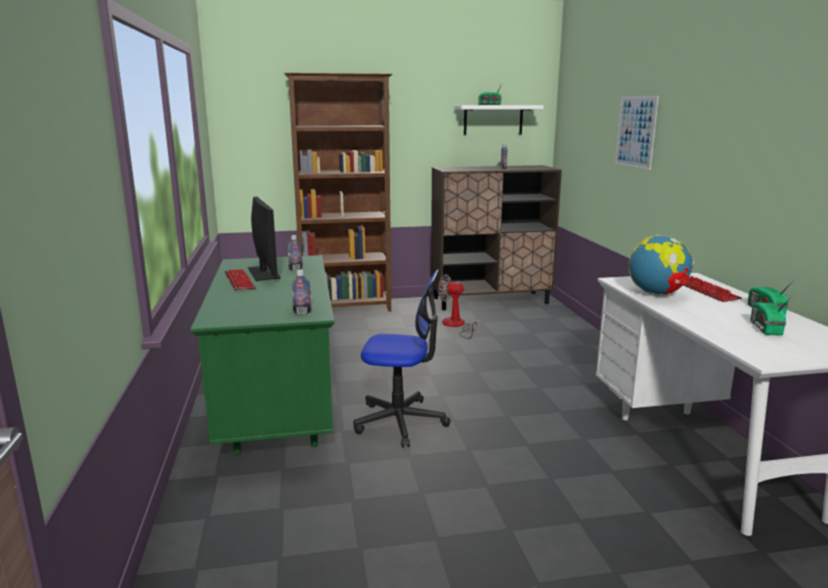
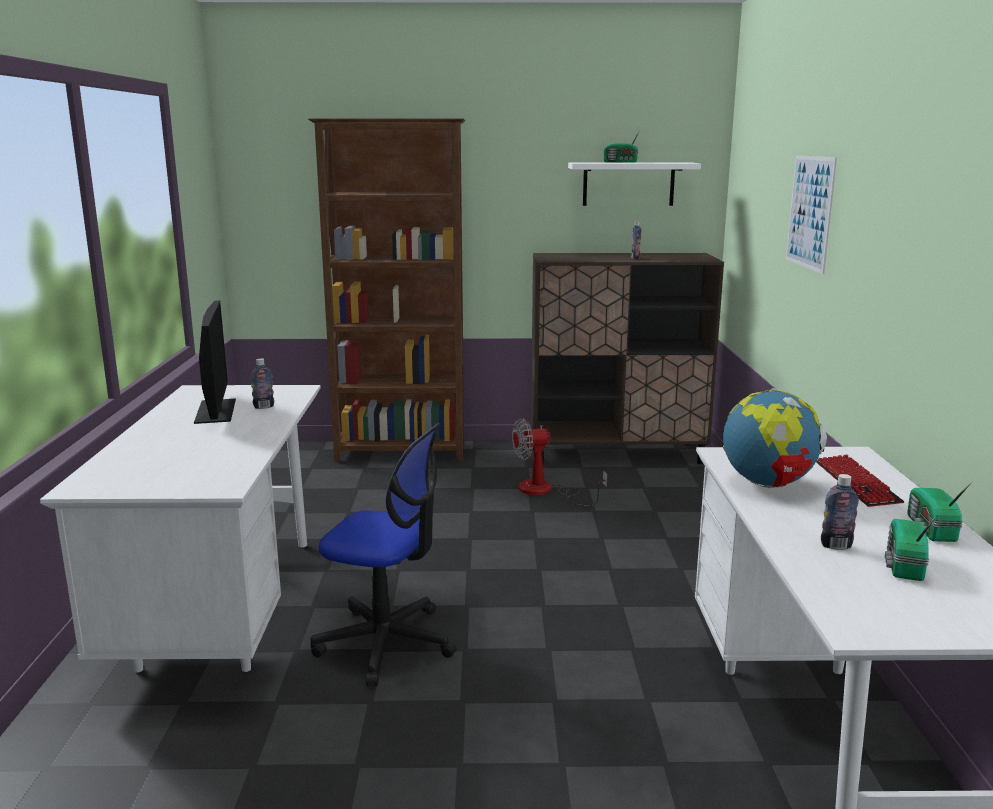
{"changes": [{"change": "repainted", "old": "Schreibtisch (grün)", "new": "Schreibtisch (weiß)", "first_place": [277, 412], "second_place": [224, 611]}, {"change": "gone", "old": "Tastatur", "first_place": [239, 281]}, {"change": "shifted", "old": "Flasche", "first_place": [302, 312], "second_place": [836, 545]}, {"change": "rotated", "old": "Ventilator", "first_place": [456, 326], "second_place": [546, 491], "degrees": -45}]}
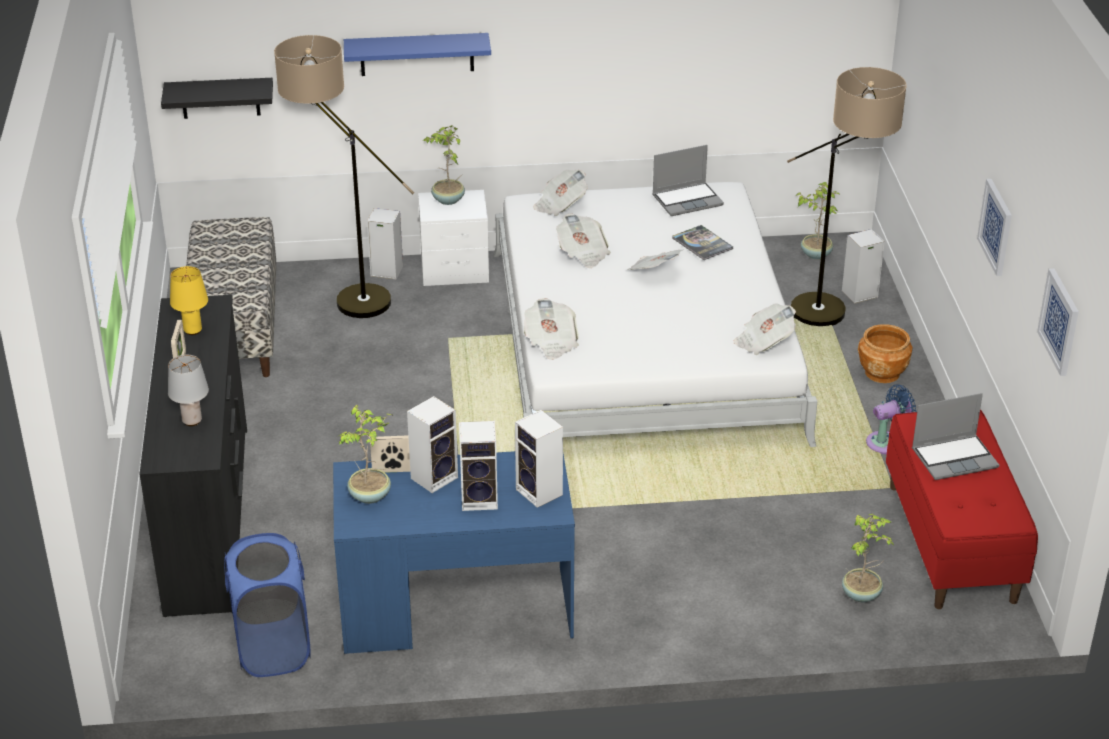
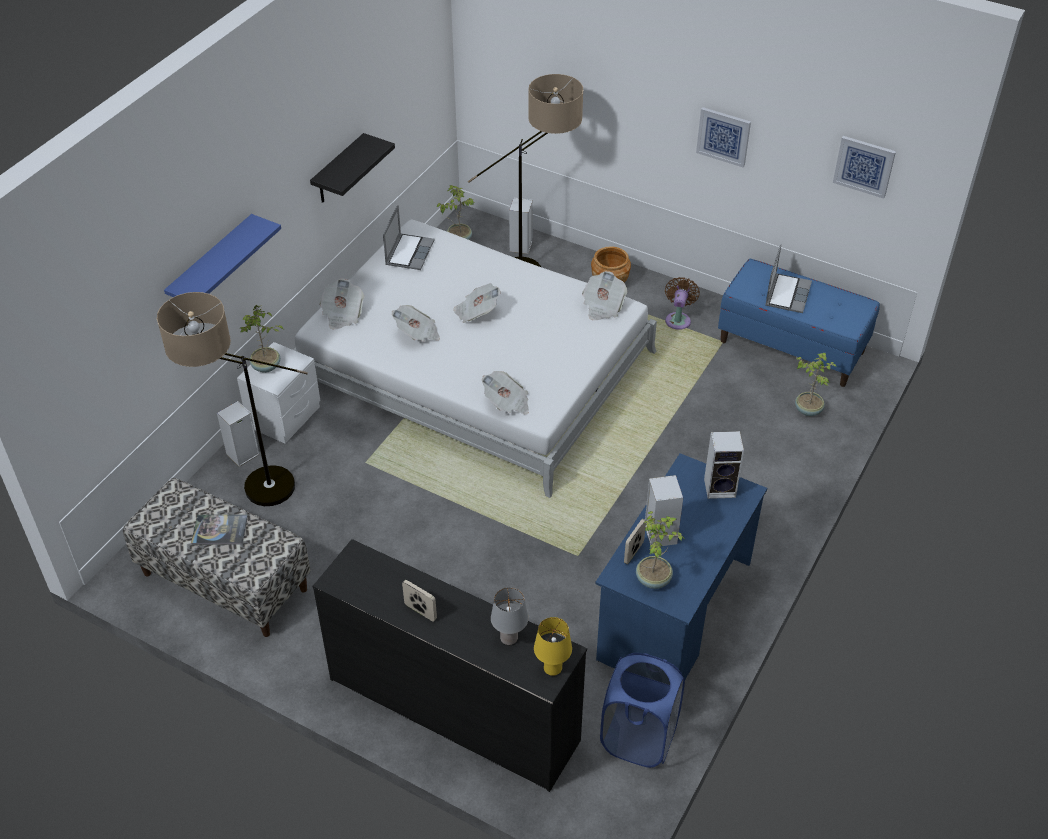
{"changes": [{"change": "shifted", "old": "Wandregal (schwarz)", "first_place": [220, 98], "second_place": [338, 170]}, {"change": "shifted", "old": "Buch", "first_place": [702, 243], "second_place": [220, 530]}, {"change": "shifted", "old": "Tischlampe (gelb)", "first_place": [192, 330], "second_place": [552, 669]}, {"change": "repainted", "old": "Ventilator (blau)", "new": "Ventilator (braun)", "first_place": [887, 442], "second_place": [678, 319]}, {"change": "repainted", "old": "Bank (rot)", "new": "Bank (blau)", "first_place": [952, 542], "second_place": [792, 347]}, {"change": "gone", "old": "Lautsprecher", "first_place": [481, 499]}]}
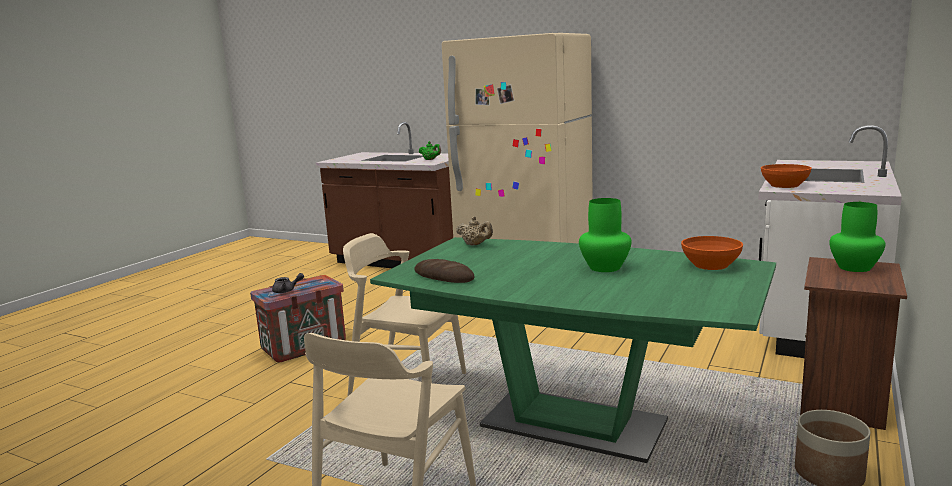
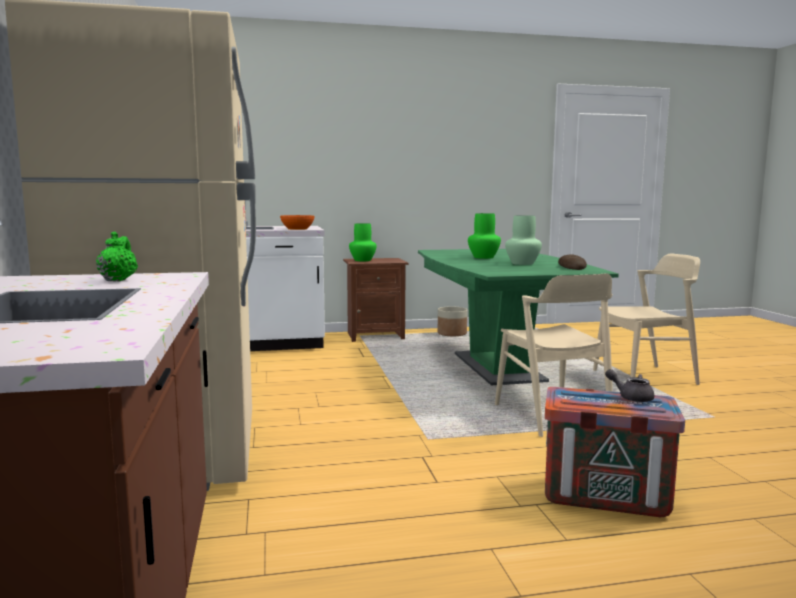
{"changes": [{"change": "gone", "old": "Teekanne (beige)", "first_place": [475, 244]}, {"change": "gone", "old": "Schüssel (orange)", "first_place": [710, 265]}, {"change": "new", "new": "Vase (grün)", "second_place": [522, 263]}]}
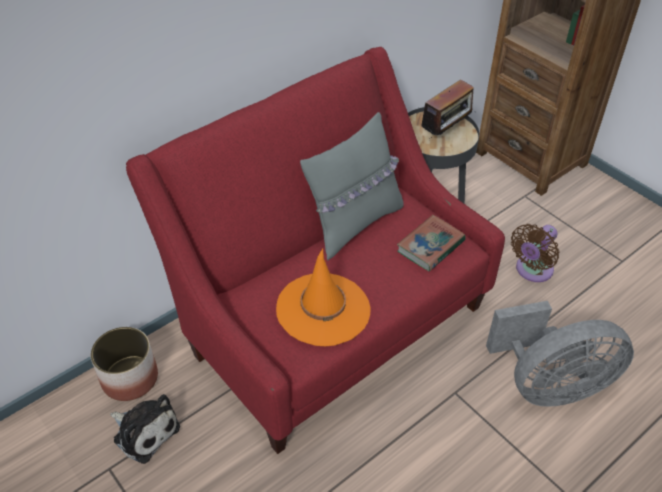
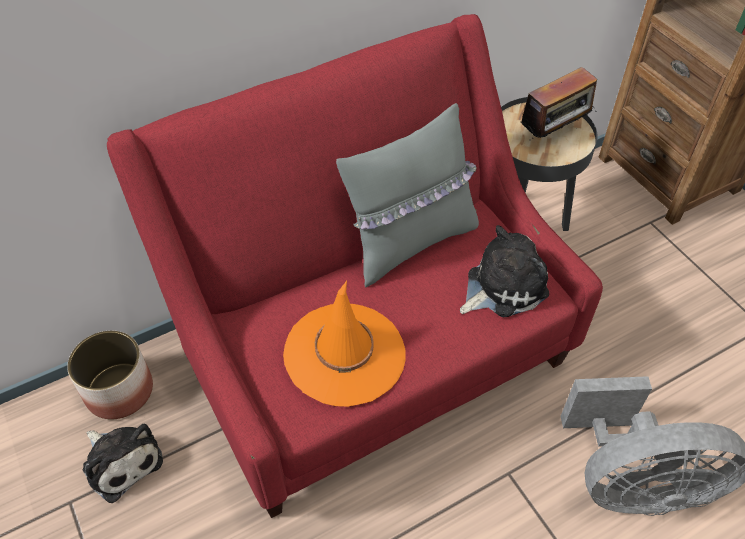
{"changes": [{"change": "swapped", "old": "Buch", "new": "Plüschtier", "first_place": [430, 246], "second_place": [502, 286]}, {"change": "gone", "old": "Ventilator (braun)", "first_place": [532, 271]}]}
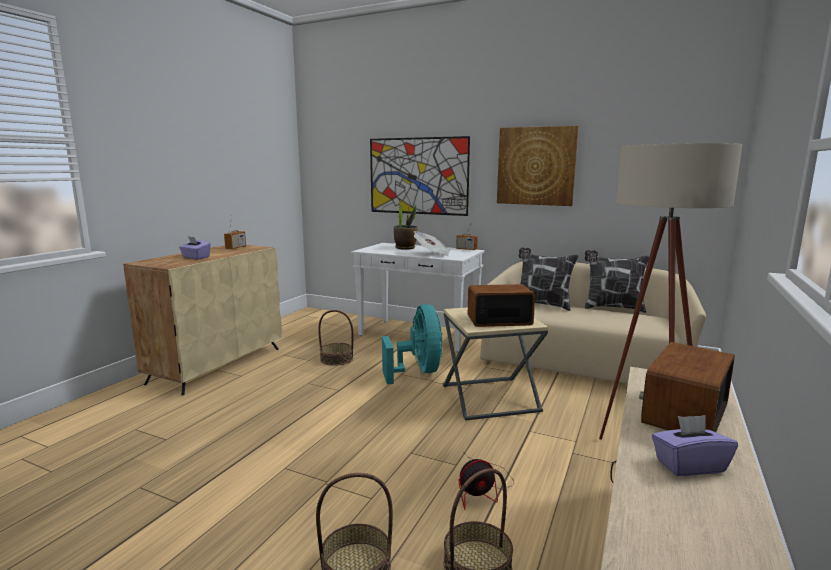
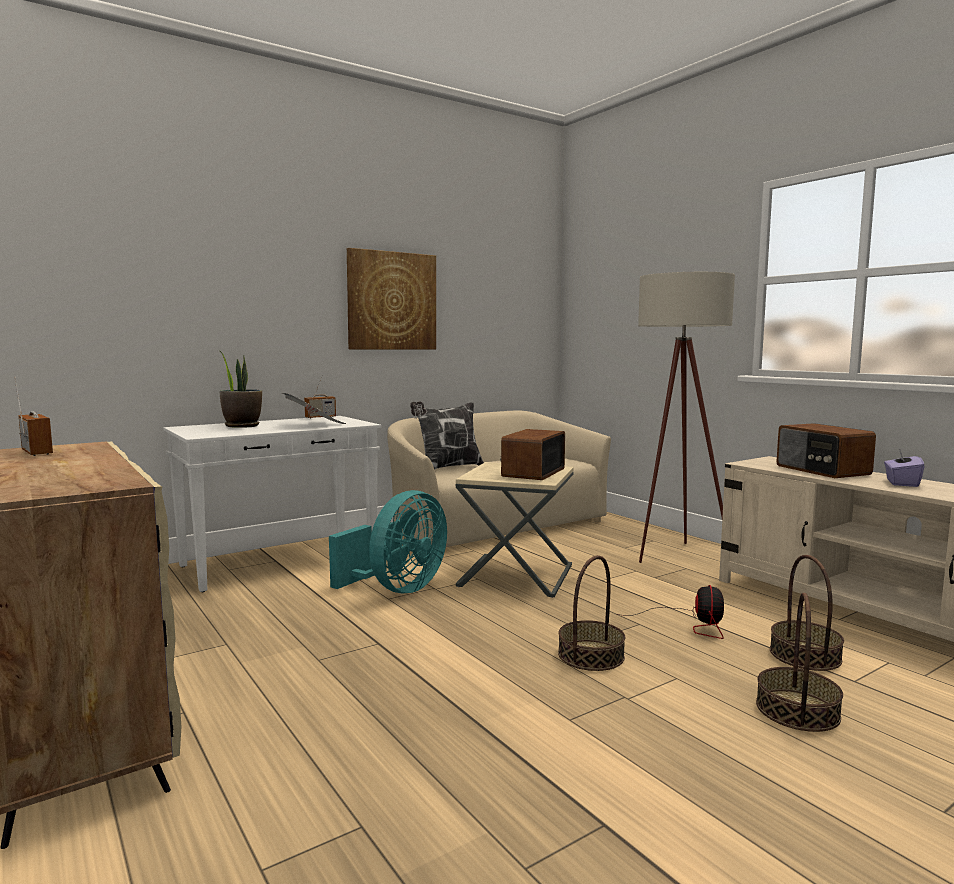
{"changes": [{"change": "gone", "old": "Bild", "first_place": [418, 176]}, {"change": "gone", "old": "Taschentuchbox (lila)", "first_place": [195, 257]}, {"change": "gone", "old": "Kissen", "first_place": [612, 308]}, {"change": "rotated", "old": "Ventilator (türkis)", "first_place": [418, 372], "second_place": [398, 589], "degrees": 105}, {"change": "shifted", "old": "Korb", "first_place": [337, 359], "second_place": [590, 655]}]}
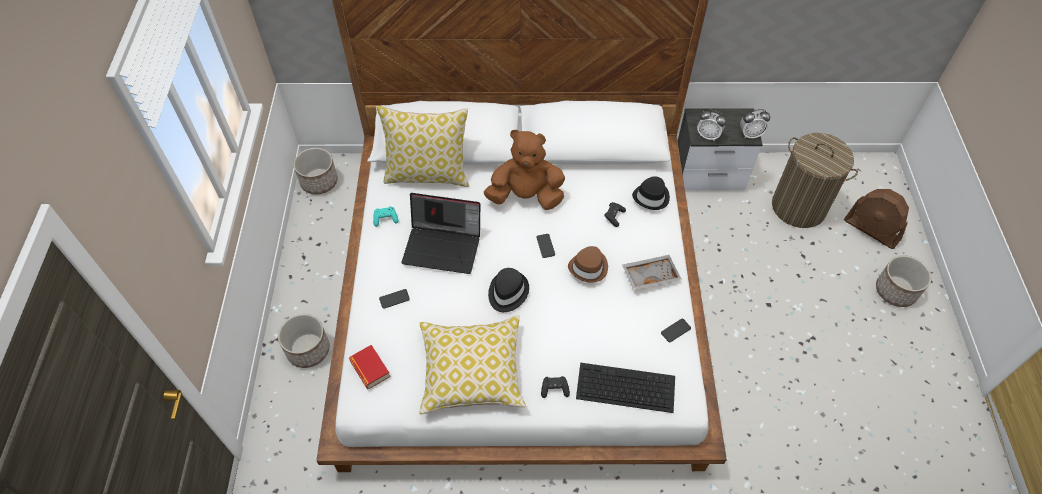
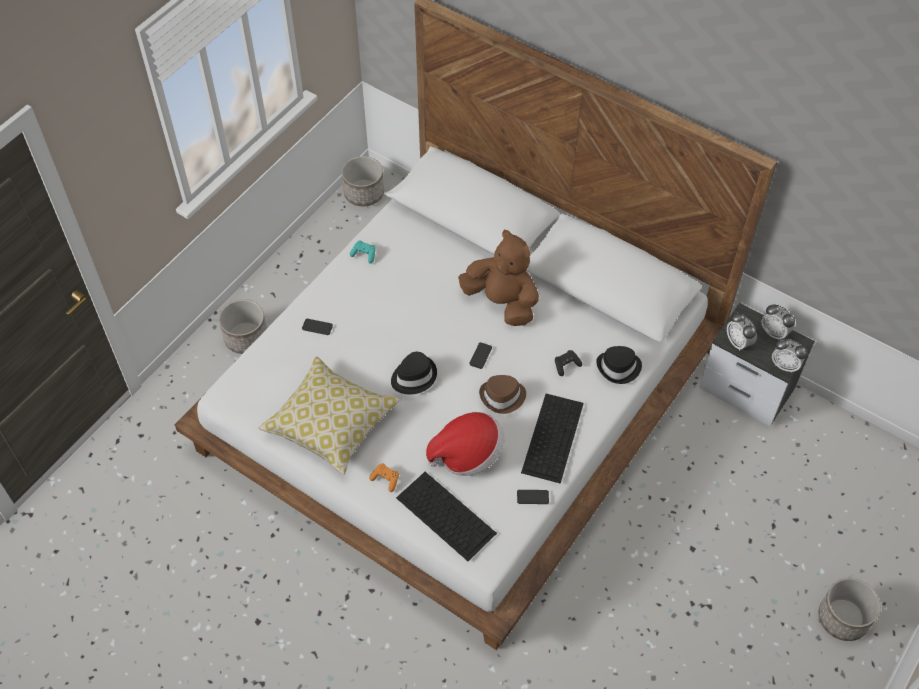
{"changes": [{"change": "gone", "old": "Kissen", "first_place": [428, 174]}, {"change": "gone", "old": "Wäschekorb", "first_place": [799, 207]}, {"change": "gone", "old": "Ventilator (braun)", "first_place": [872, 229]}, {"change": "gone", "old": "Laptop", "first_place": [443, 246]}, {"change": "swapped", "old": "Tablett (grau)", "new": "Tastatur", "first_place": [650, 275], "second_place": [552, 436]}, {"change": "gone", "old": "Buch", "first_place": [370, 369]}, {"change": "repainted", "old": "Gamepad (schwarz)", "new": "Gamepad (orange)", "first_place": [554, 389], "second_place": [385, 479]}, {"change": "new", "new": "Wecker", "second_place": [774, 332]}, {"change": "new", "new": "Hut", "second_place": [467, 454]}]}
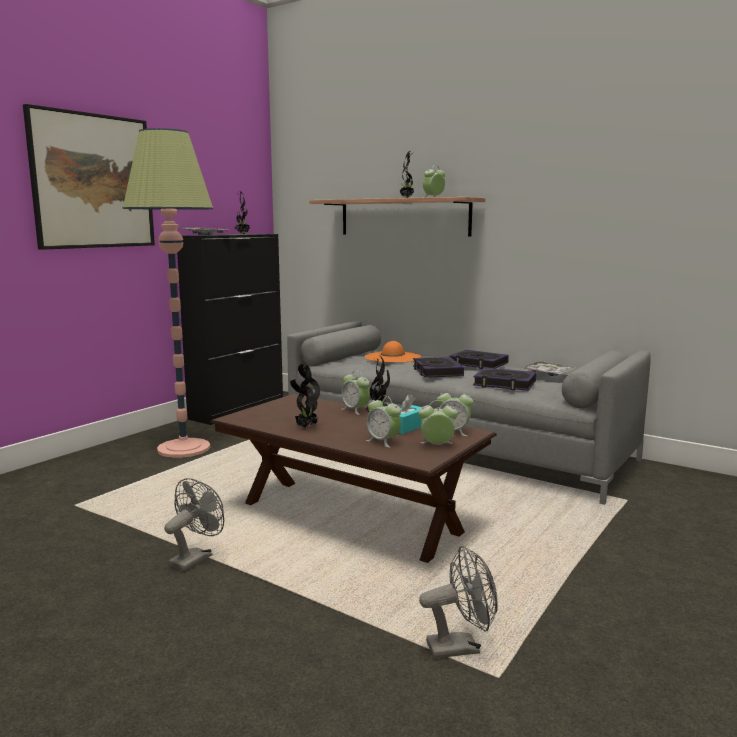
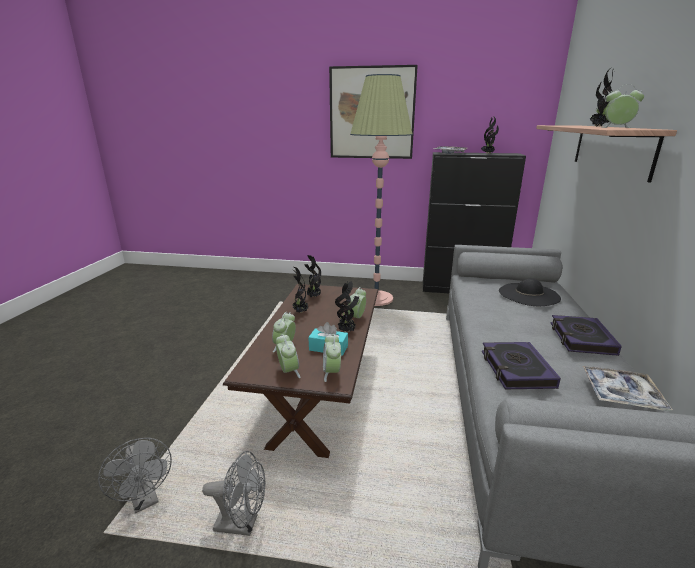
{"changes": [{"change": "repainted", "old": "Hut (orange)", "new": "Hut (schwarz)", "first_place": [393, 357], "second_place": [528, 294]}, {"change": "gone", "old": "Buch", "first_place": [437, 372]}, {"change": "shifted", "old": "Ventilator (grau)", "first_place": [195, 558], "second_place": [242, 524]}, {"change": "new", "new": "Topfpflanze", "second_place": [313, 297]}]}
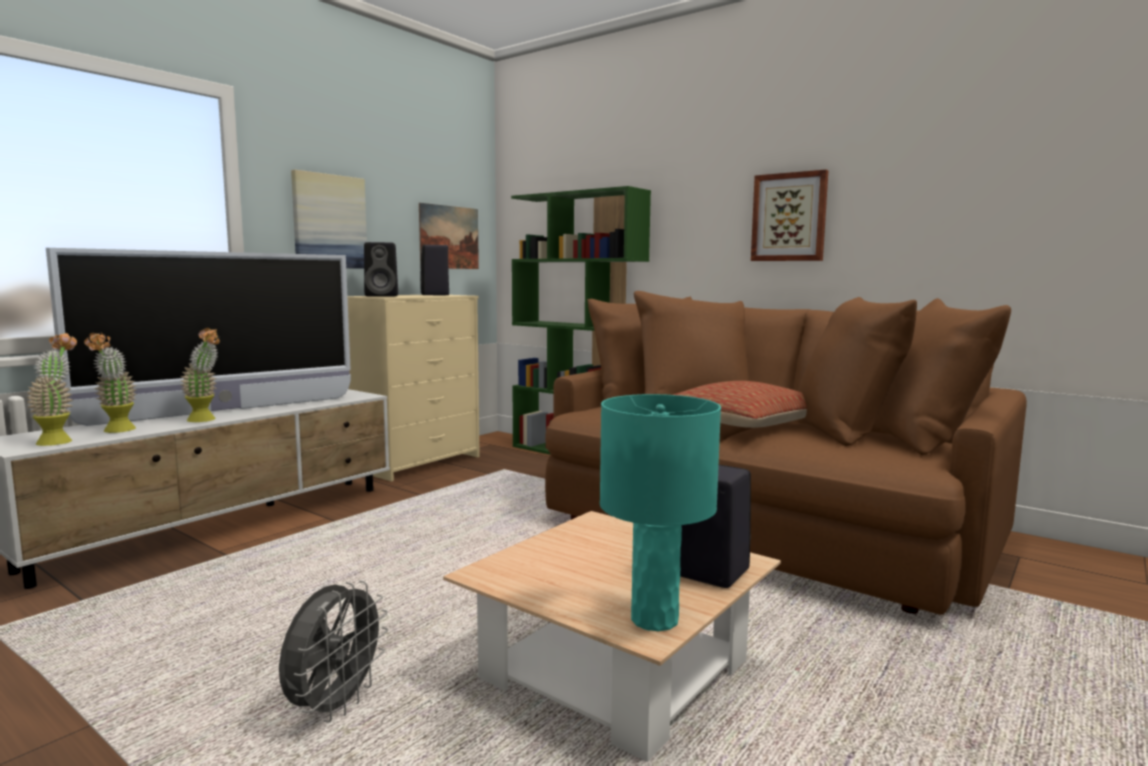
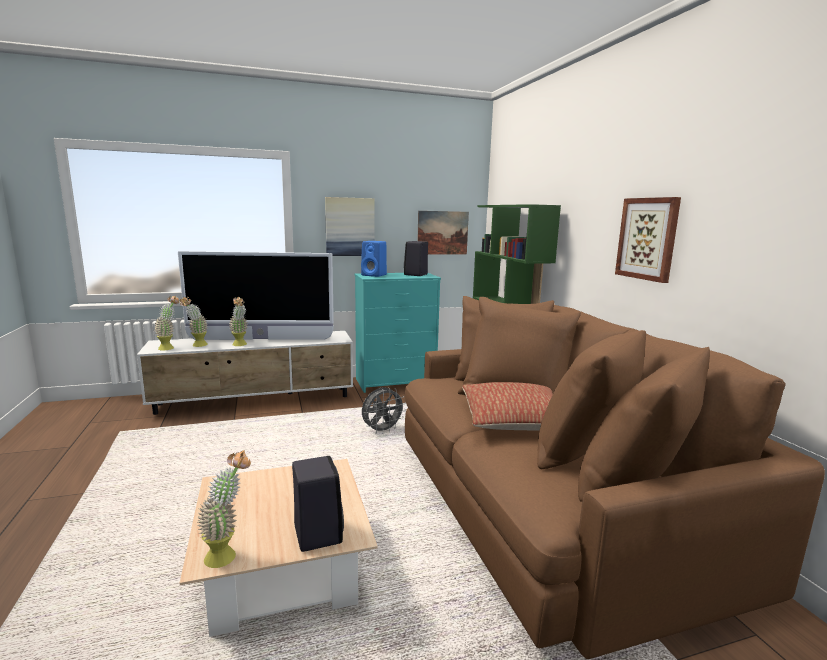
{"changes": [{"change": "repainted", "old": "Lautsprecher (schwarz)", "new": "Lautsprecher (blau)", "first_place": [383, 296], "second_place": [374, 275]}, {"change": "repainted", "old": "Kommode (beige)", "new": "Kommode (türkis)", "first_place": [418, 462], "second_place": [396, 382]}, {"change": "swapped", "old": "Tischlampe (türkis)", "new": "Topfpflanze", "first_place": [655, 619], "second_place": [228, 554]}, {"change": "shifted", "old": "Ventilator (grau)", "first_place": [335, 706], "second_place": [382, 430]}]}
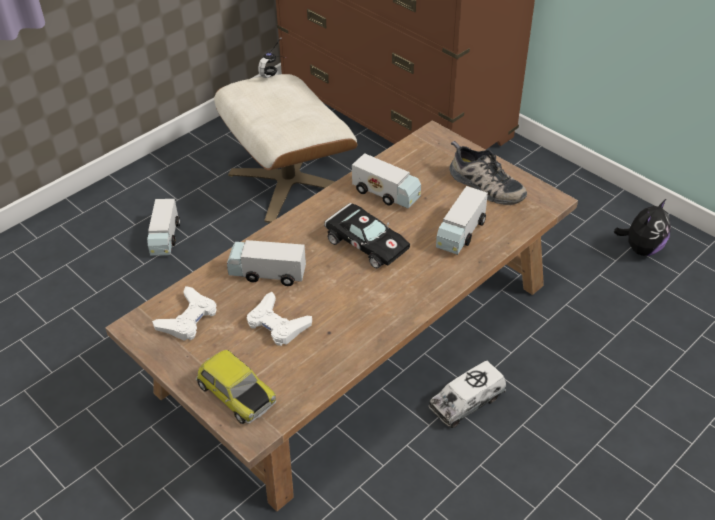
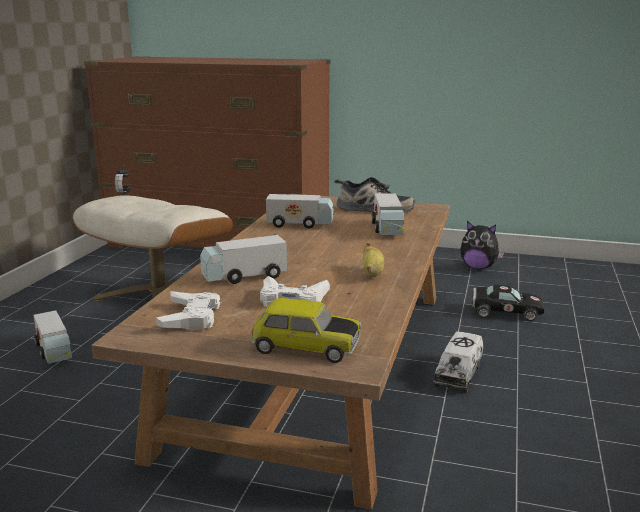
{"changes": [{"change": "rotated", "old": "Plüschtier", "first_place": [641, 248], "second_place": [478, 267], "degrees": 105}, {"change": "shifted", "old": "Spielzeugauto (schwarz)", "first_place": [364, 243], "second_place": [502, 312]}, {"change": "new", "new": "Banane", "second_place": [372, 273]}]}
